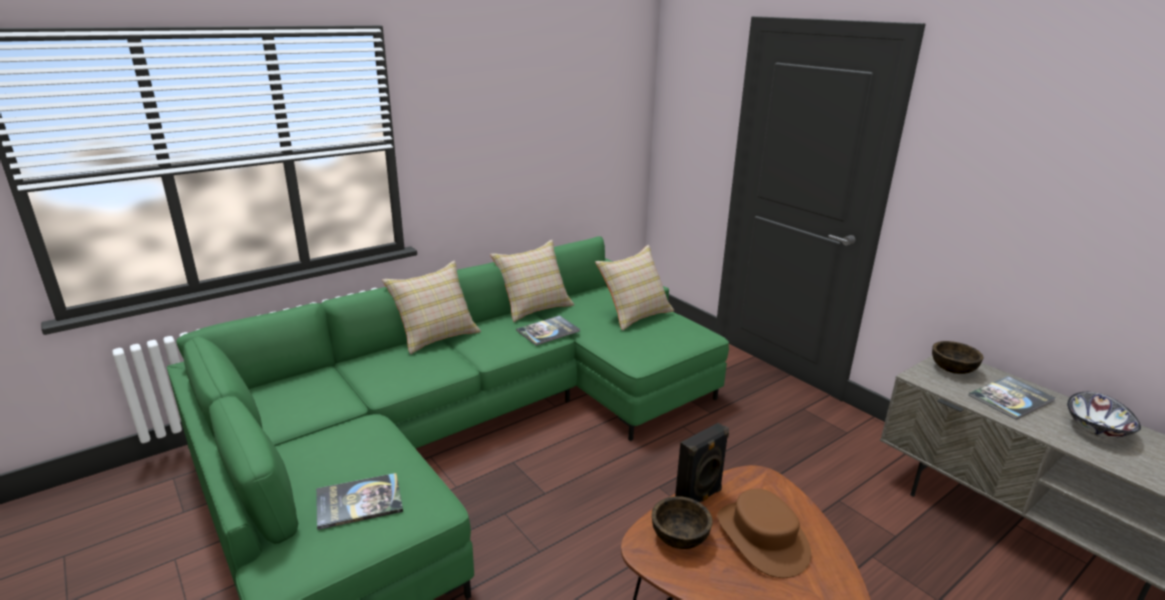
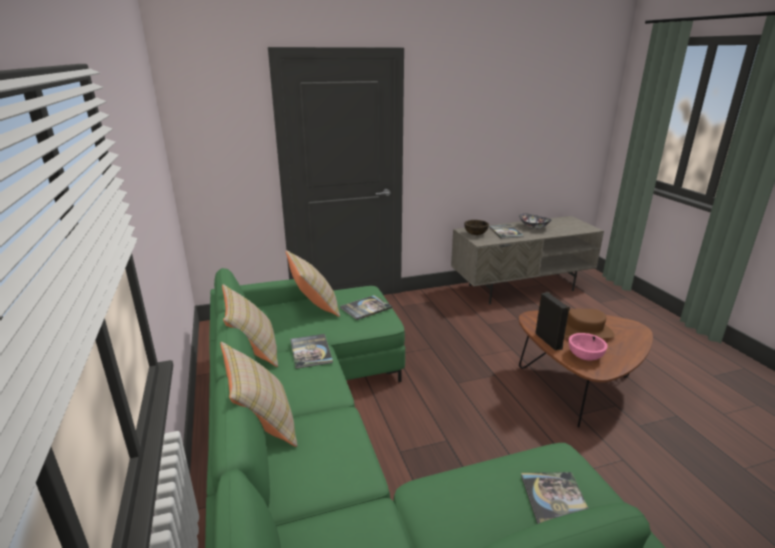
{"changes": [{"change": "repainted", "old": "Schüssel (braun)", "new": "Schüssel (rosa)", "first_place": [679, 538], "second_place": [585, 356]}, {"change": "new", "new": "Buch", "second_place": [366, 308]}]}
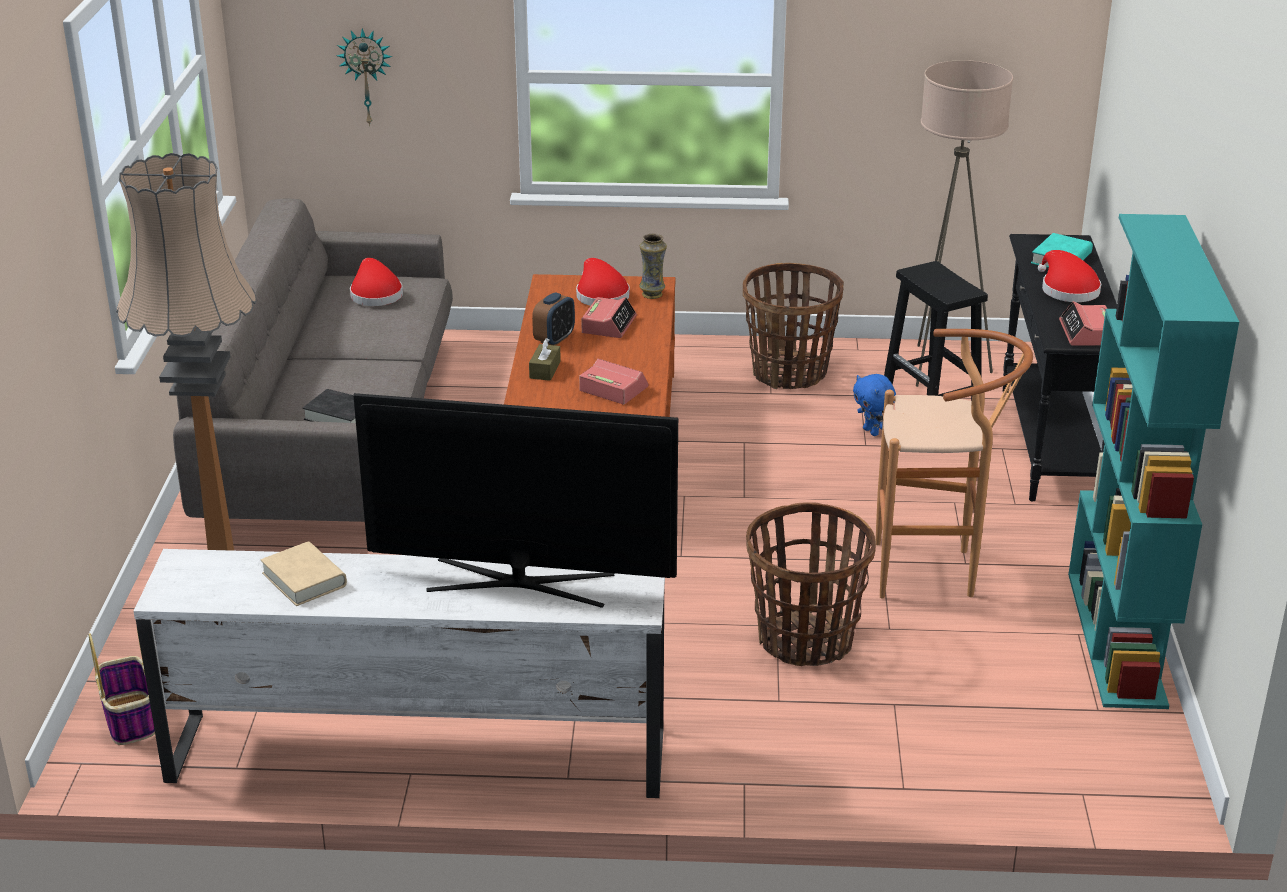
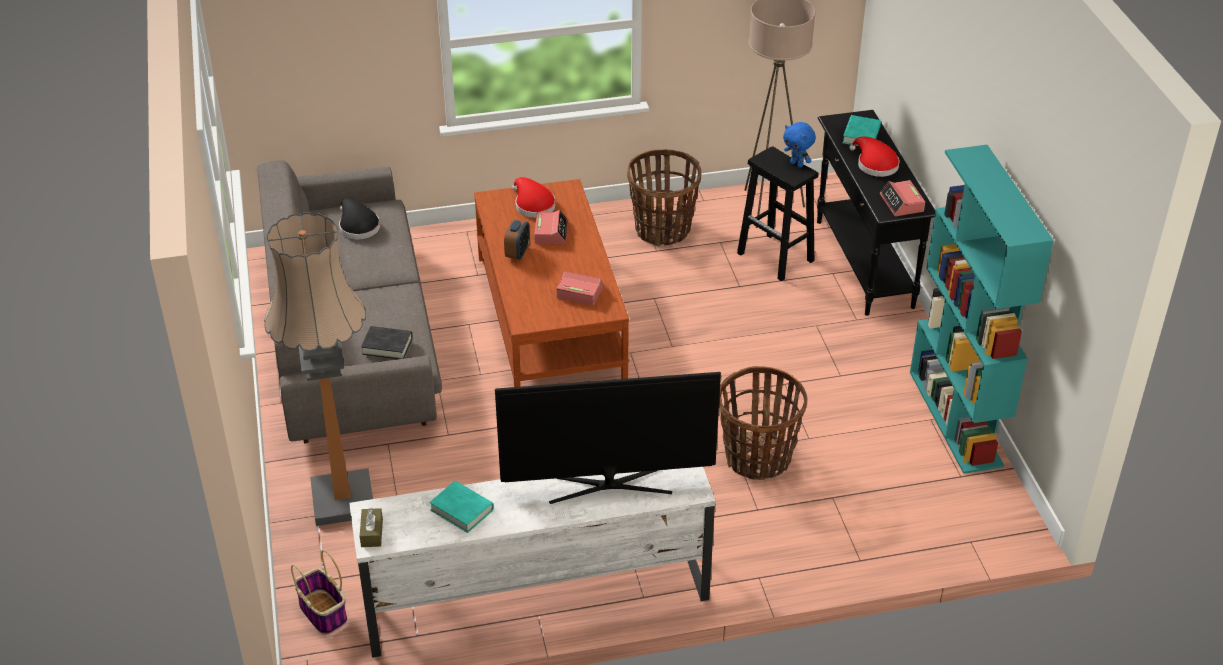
{"changes": [{"change": "gone", "old": "Wanduhr", "first_place": [366, 76]}, {"change": "gone", "old": "Vase", "first_place": [652, 294]}, {"change": "repainted", "old": "Hut (rot)", "new": "Hut (schwarz)", "first_place": [375, 294], "second_place": [357, 226]}, {"change": "gone", "old": "Hocker (braun)", "first_place": [935, 572]}, {"change": "shifted", "old": "Taschentuchbox (braun)", "first_place": [545, 370], "second_place": [372, 533]}, {"change": "shifted", "old": "Plüschtier (blau)", "first_place": [872, 432], "second_place": [797, 164]}, {"change": "repainted", "old": "Buch (beige)", "new": "Buch (türkis)", "first_place": [304, 580], "second_place": [462, 510]}]}
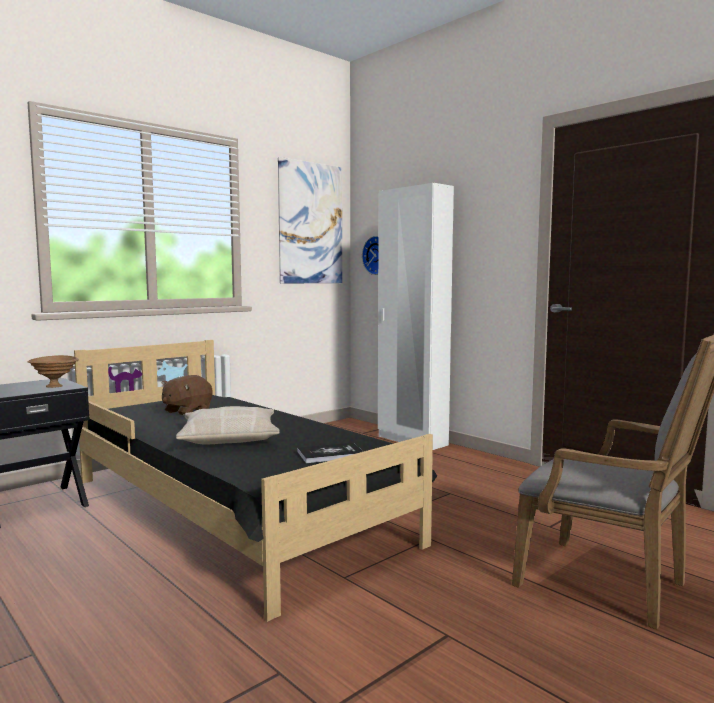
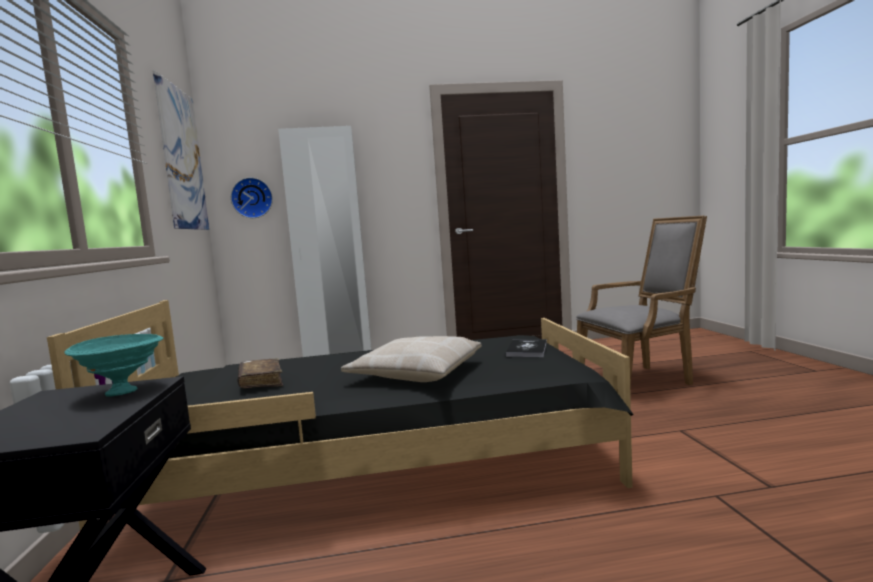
{"changes": [{"change": "repainted", "old": "Schüssel (braun)", "new": "Schüssel (türkis)", "first_place": [55, 386], "second_place": [124, 391]}, {"change": "swapped", "old": "Plüschtier (braun)", "new": "Buch (braun)", "first_place": [186, 411], "second_place": [261, 382]}]}
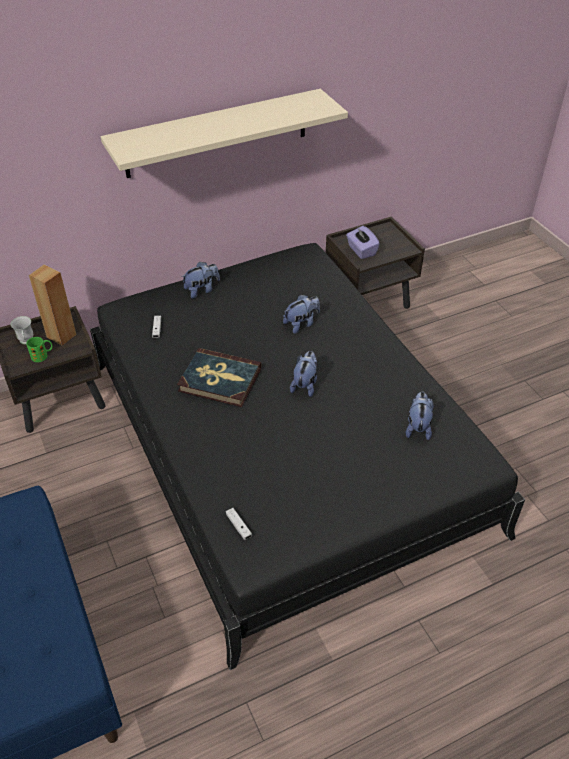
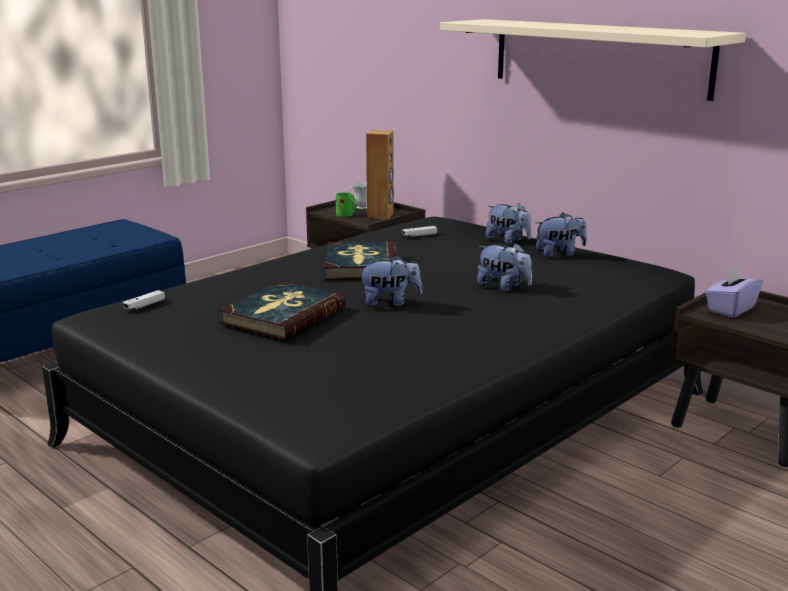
{"changes": [{"change": "shifted", "old": "Plüschtier", "first_place": [418, 427], "second_place": [559, 254]}, {"change": "new", "new": "Buch", "second_place": [282, 315]}]}
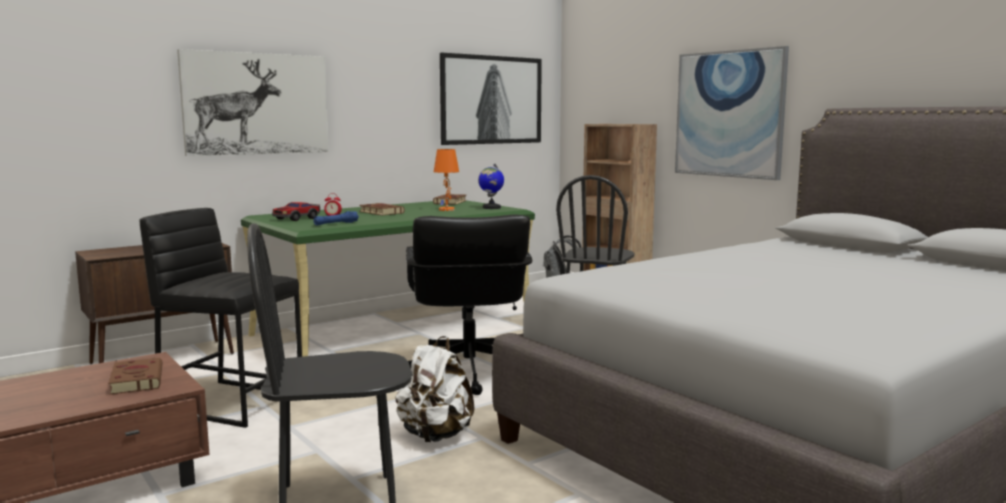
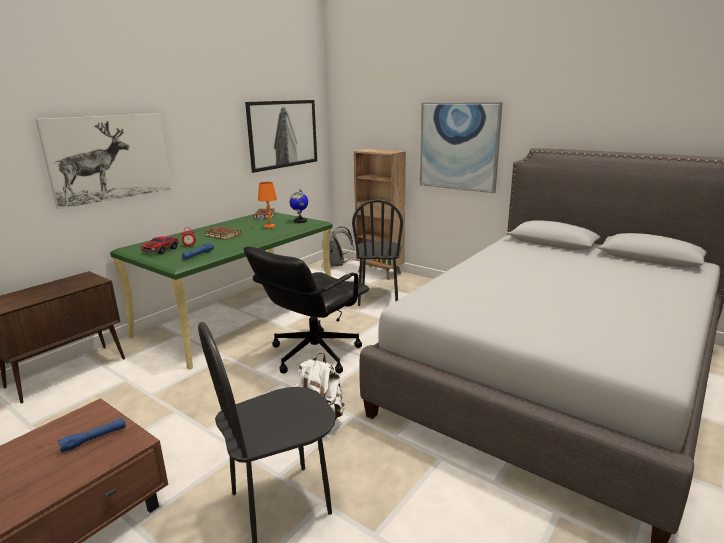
{"changes": [{"change": "gone", "old": "Hocker (schwarz)", "first_place": [232, 402]}, {"change": "rotated", "old": "Bürostuhl (schwarz)", "first_place": [468, 373], "second_place": [313, 354], "degrees": 60}, {"change": "swapped", "old": "Buch (braun)", "new": "Taschenlampe (blau)", "first_place": [136, 380], "second_place": [94, 439]}]}
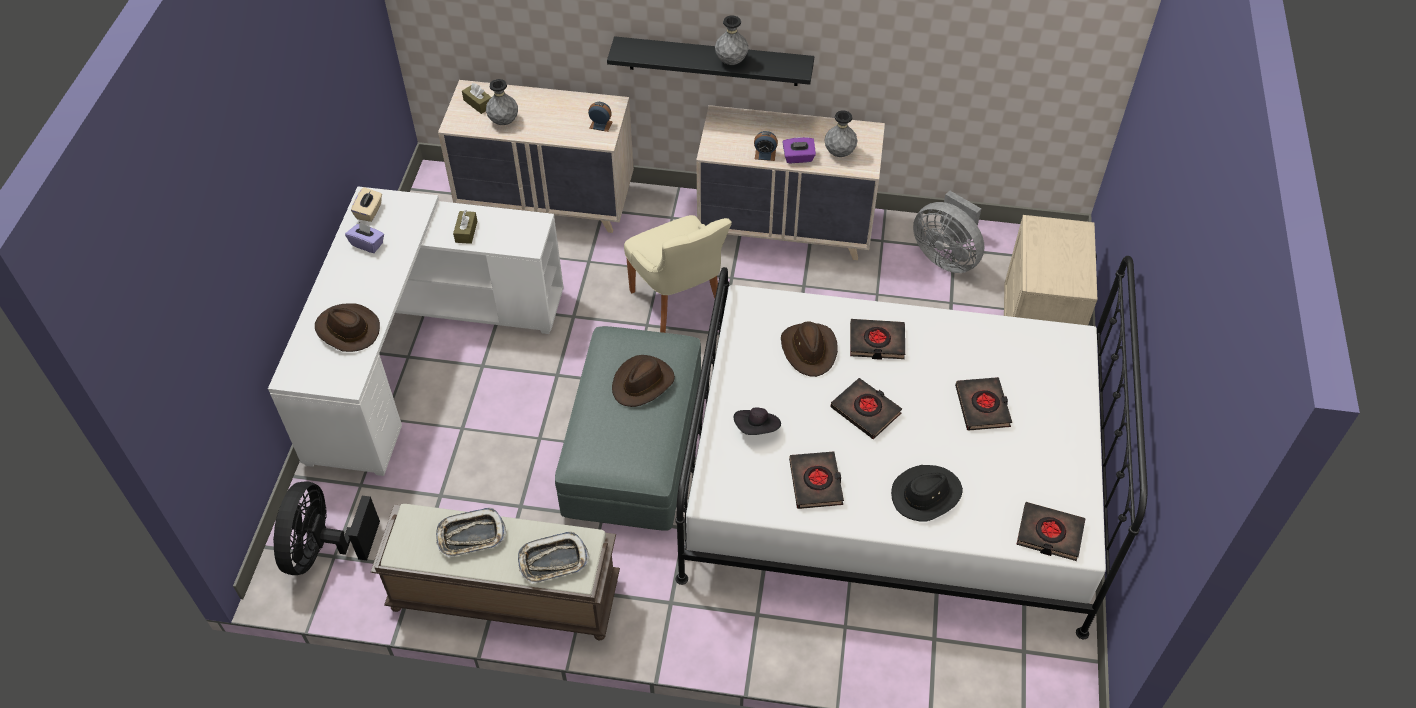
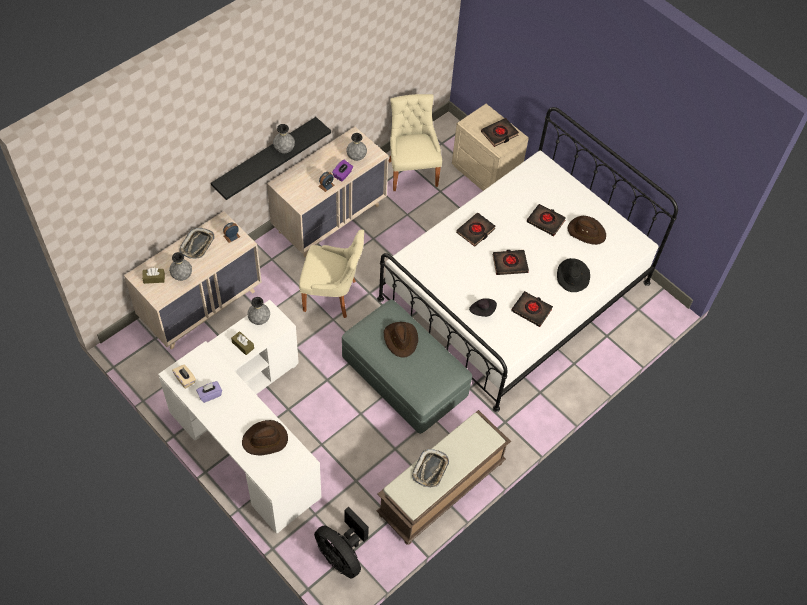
{"changes": [{"change": "swapped", "old": "Ventilator (grau)", "new": "Stuhl (beige)", "first_place": [946, 257], "second_place": [412, 171]}, {"change": "shifted", "old": "Hut (braun)", "first_place": [809, 350], "second_place": [586, 232]}, {"change": "shifted", "old": "Buch (schwarz)", "first_place": [1049, 534], "second_place": [499, 134]}, {"change": "shifted", "old": "Tablett", "first_place": [553, 561], "second_place": [197, 245]}, {"change": "new", "new": "Vase (grau)", "second_place": [259, 320]}]}
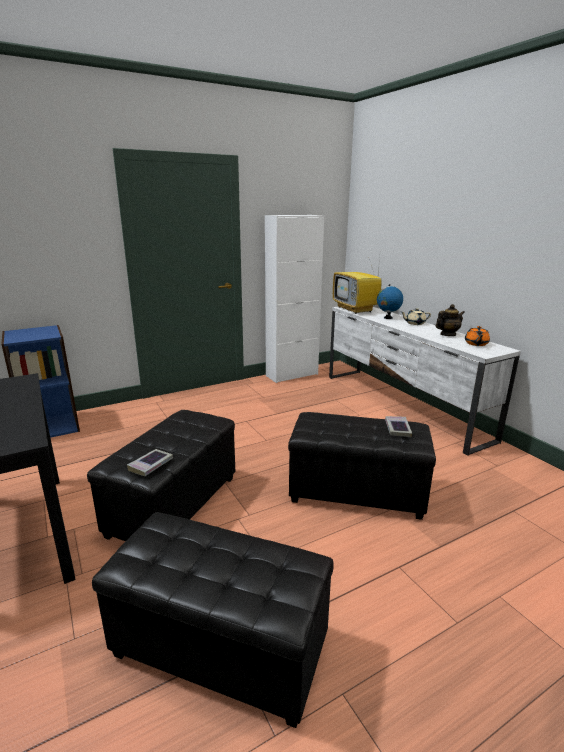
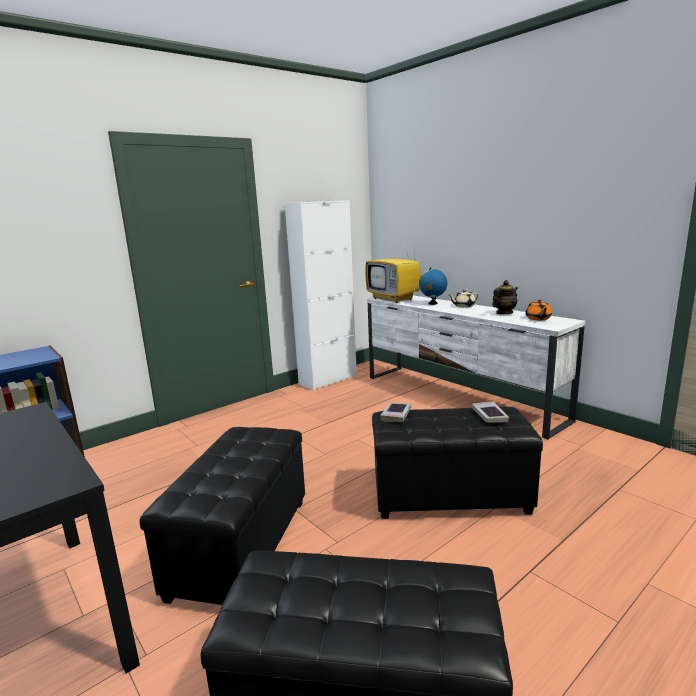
{"changes": [{"change": "shifted", "old": "Buch", "first_place": [151, 465], "second_place": [396, 415]}]}
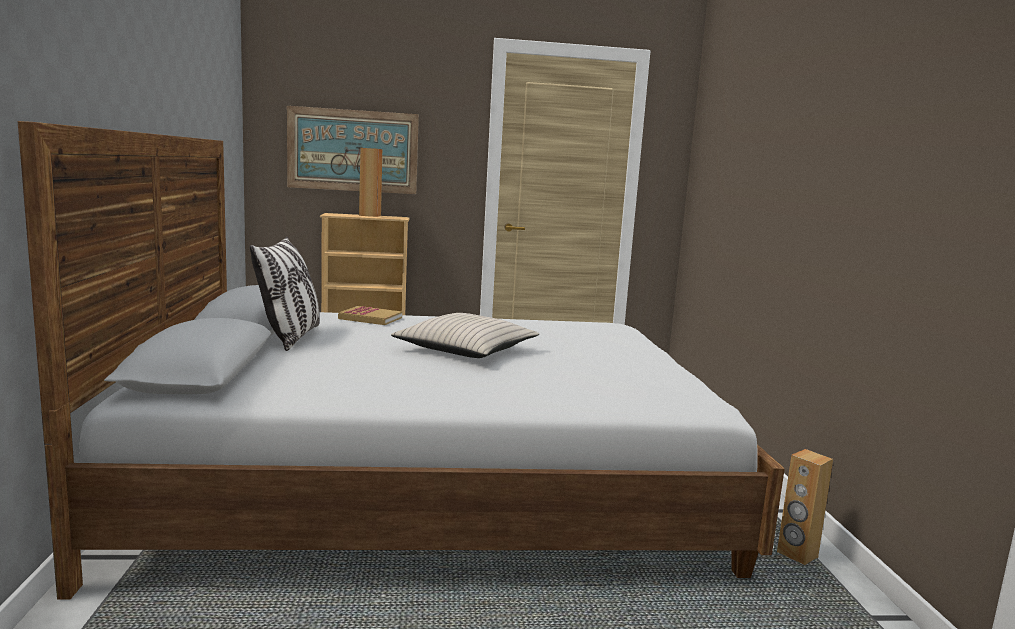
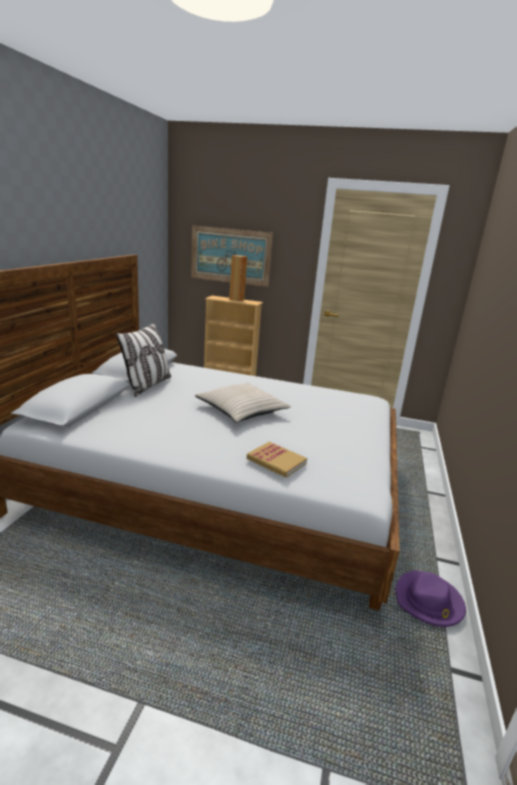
{"changes": [{"change": "shifted", "old": "Buch", "first_place": [370, 318], "second_place": [276, 461]}, {"change": "swapped", "old": "Lautsprecher (braun)", "new": "Hut (lila)", "first_place": [796, 556], "second_place": [428, 601]}]}
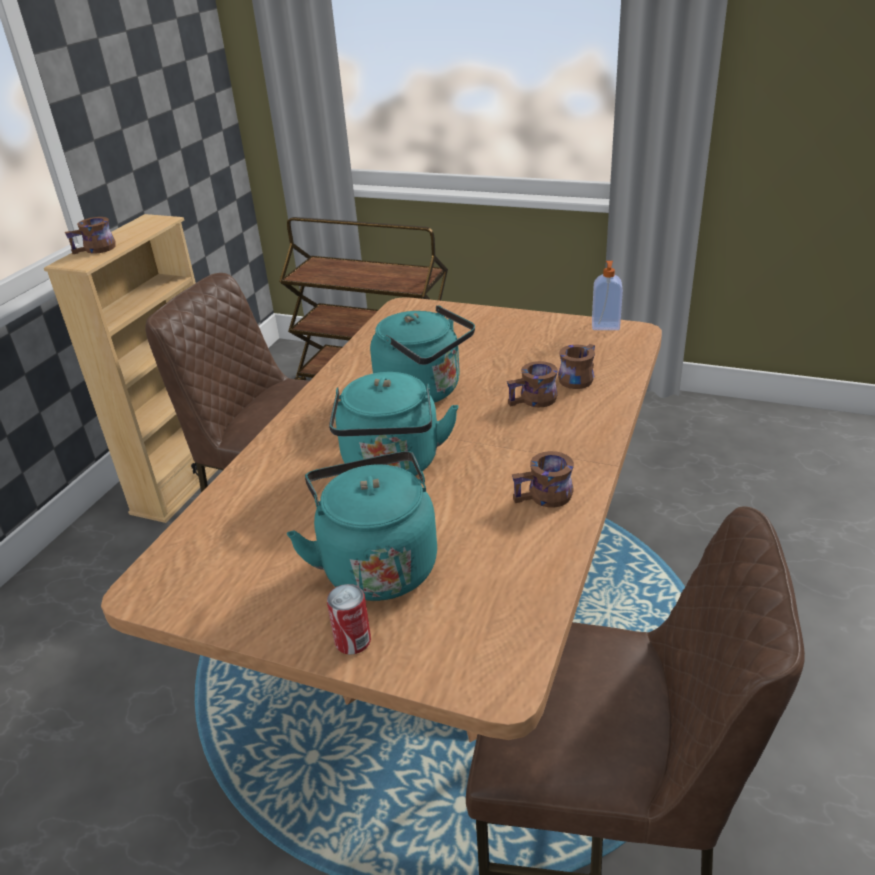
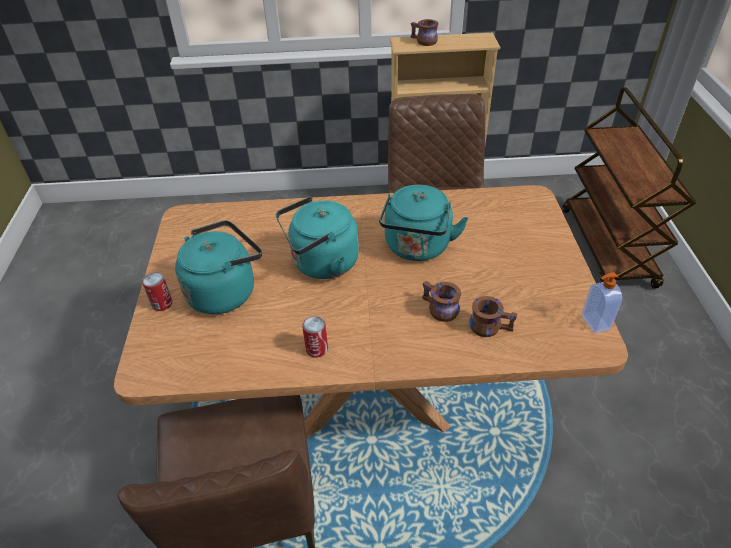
{"changes": [{"change": "swapped", "old": "Henkelbecher (braun)", "new": "Dose", "first_place": [545, 498], "second_place": [317, 349]}]}
